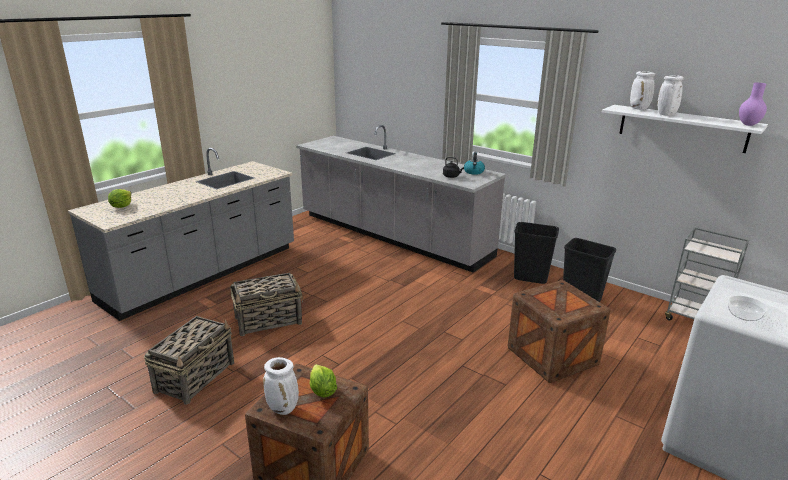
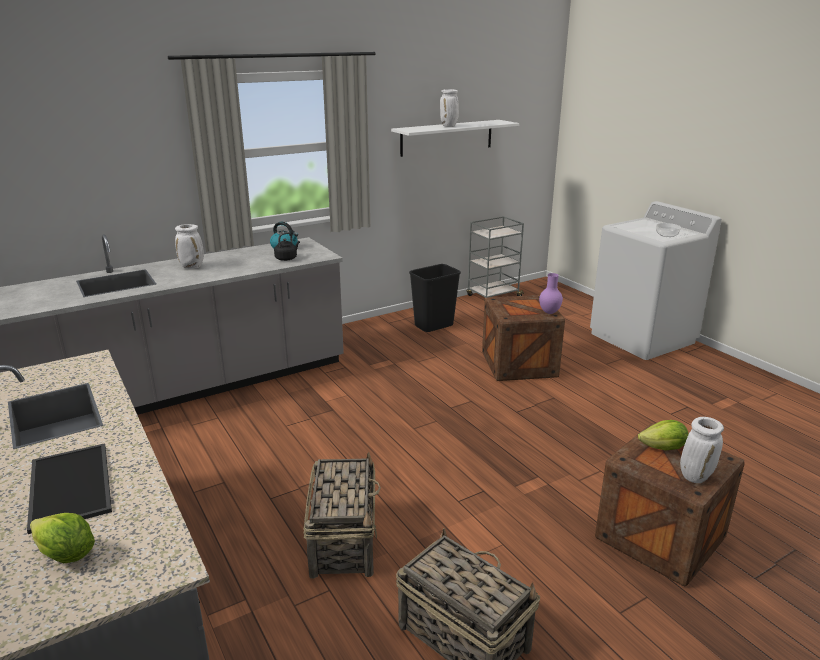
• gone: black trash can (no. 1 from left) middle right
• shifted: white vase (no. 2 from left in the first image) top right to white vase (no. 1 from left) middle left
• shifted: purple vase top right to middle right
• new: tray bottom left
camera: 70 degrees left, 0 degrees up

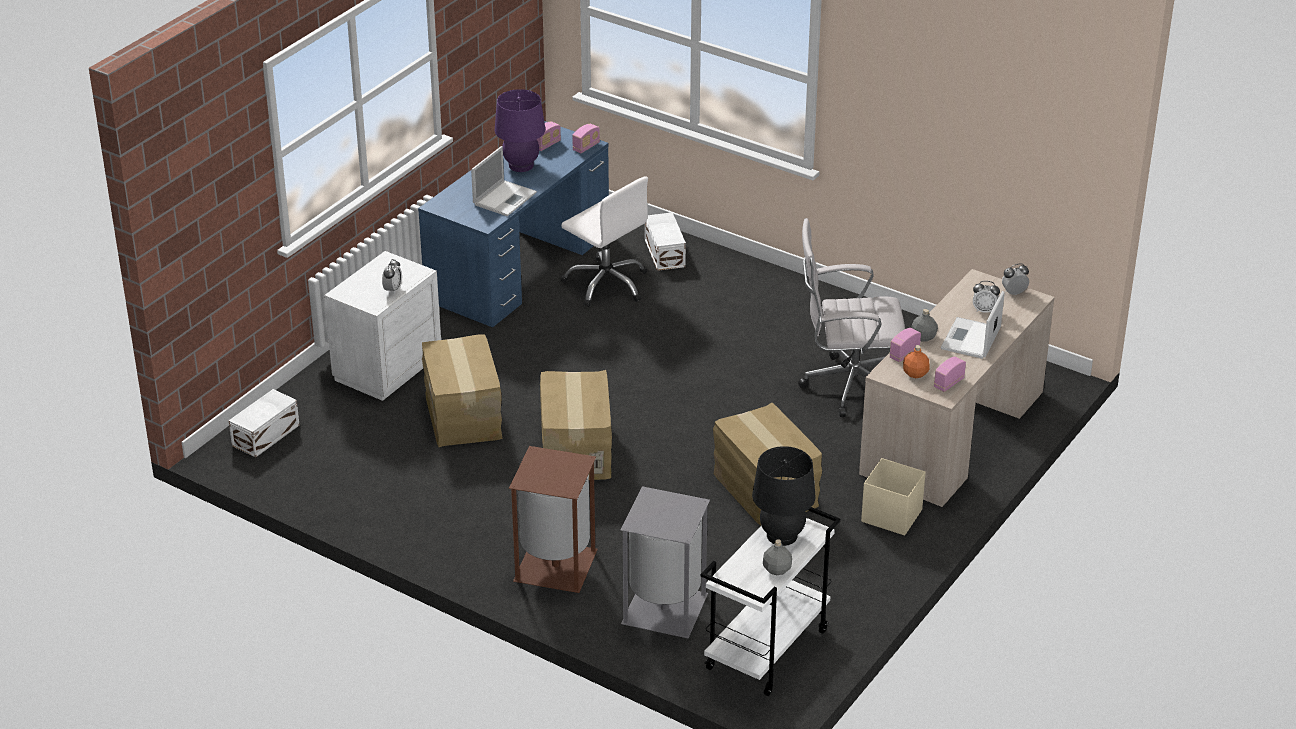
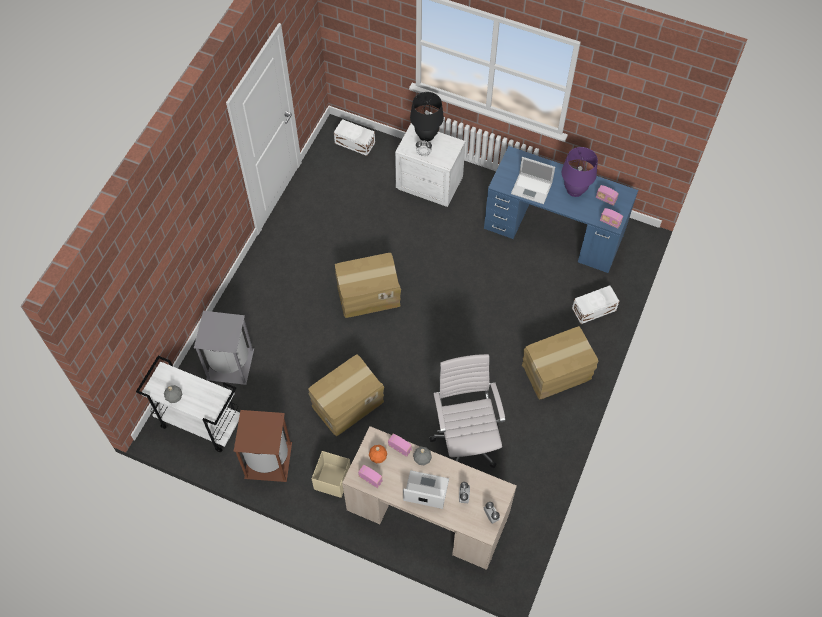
• shifted: cardboard box (no. 1 from left in the first image) centre to cardboard box (no. 3 from left) middle right
• shifted: brown trash can bottom centre to bottom left
• gone: white office chair (no. 1 from left) top centre
• shifted: black table lamp bottom centre to top centre
camera: 80 degrees right, 25 degrees up

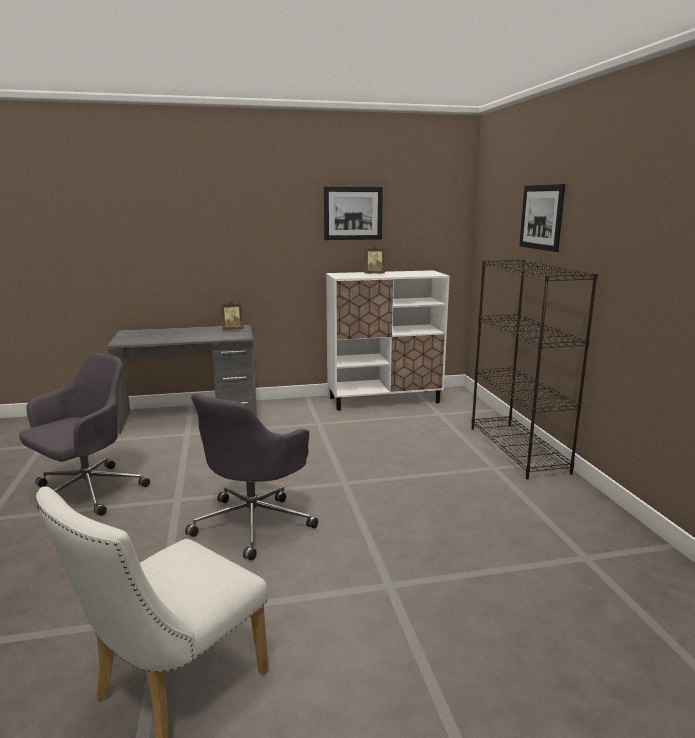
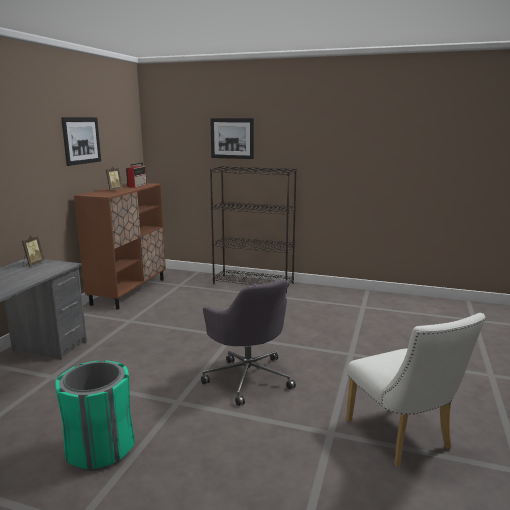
• swapped: grey office chair (no. 1 from left) middle left to green trash can bottom left
• repainted: white cabinet centre to brown cabinet middle left
• new: radio middle left
camera: 60 degrees left, 0 degrees up

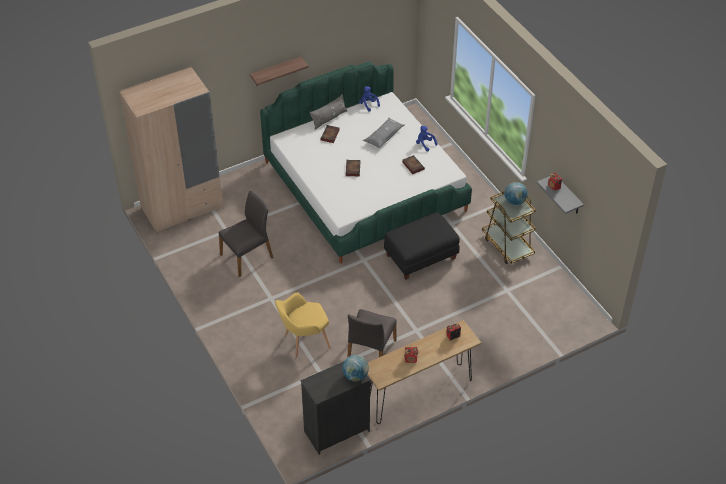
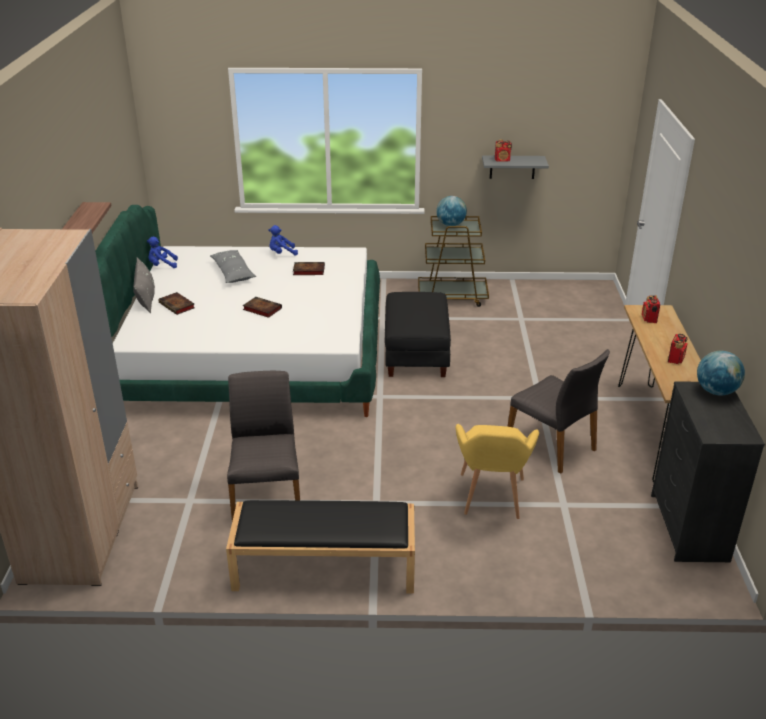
• new: black bench bottom centre
camera: 60 degrees left, 15 degrees down

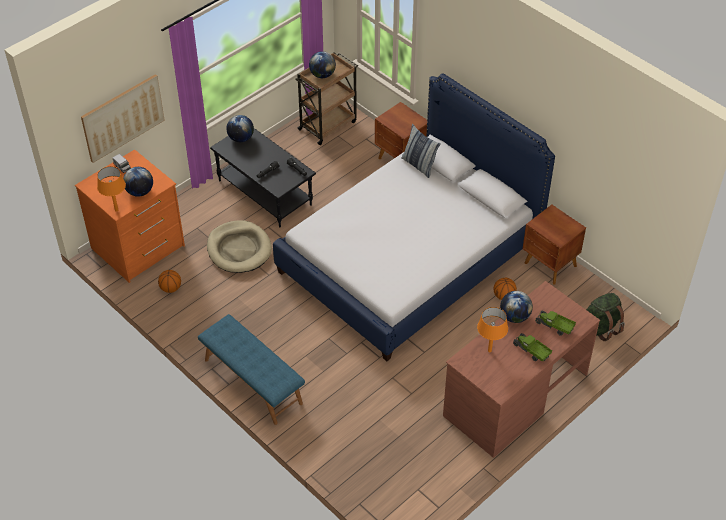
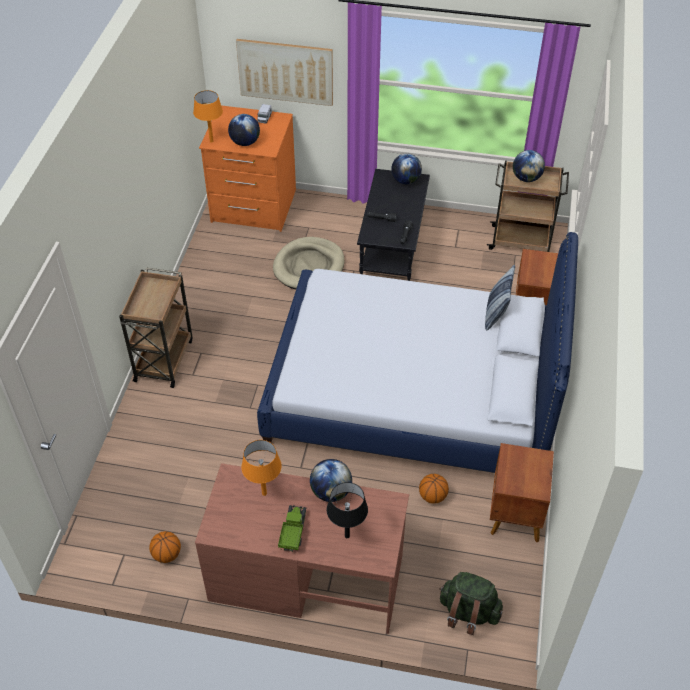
• shifted: basketball (no. 1 from left) middle left to bottom left
• swapped: blue bench bottom centre to brown cart (no. 1 from left) middle left
• swapped: toy truck (no. 3 from left) middle right to black table lamp bottom centre
camera: 55 degrees right, 0 degrees up

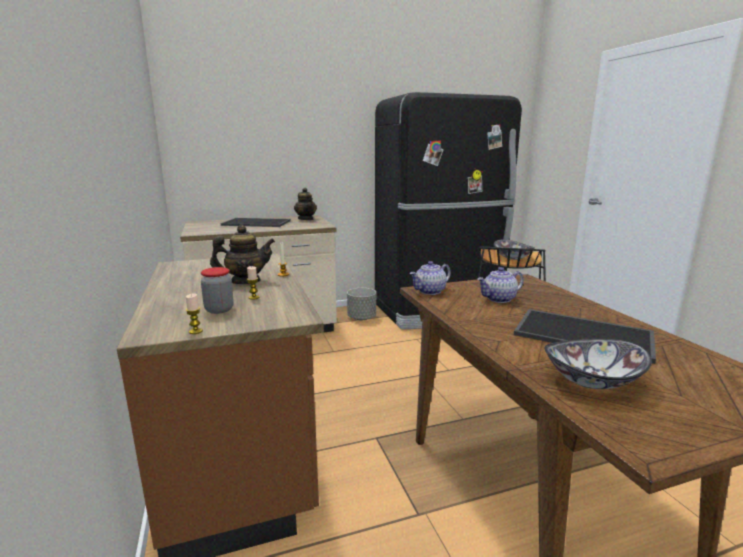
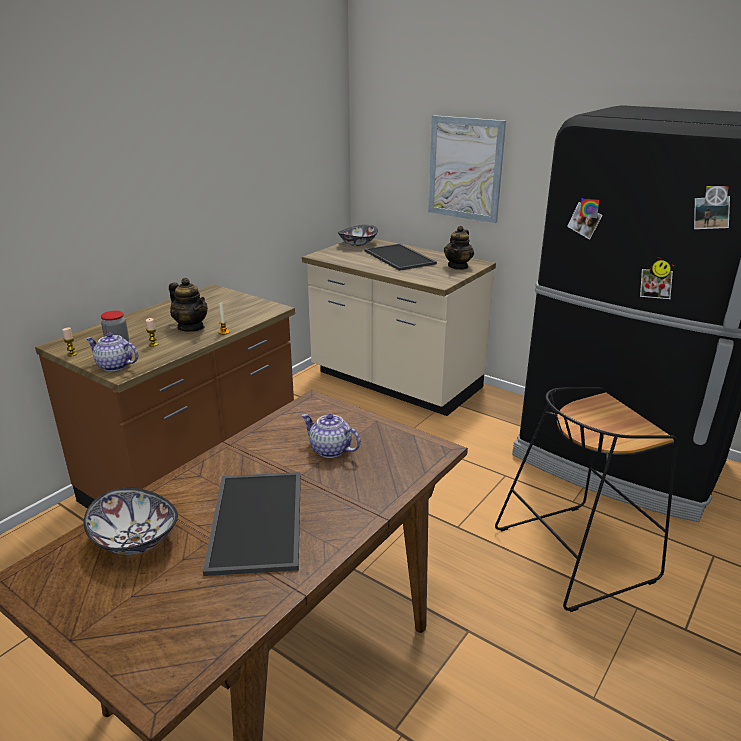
• gone: grey planter centre
• shifted: teapot (no. 3 from left in the first image) centre to teapot (no. 1 from left) middle left
• shifted: bowl (no. 1 from left in the first image) middle right to bowl (no. 2 from left) top centre
• new: picture top centre
camera: 55 degrees right, 10 degrees up

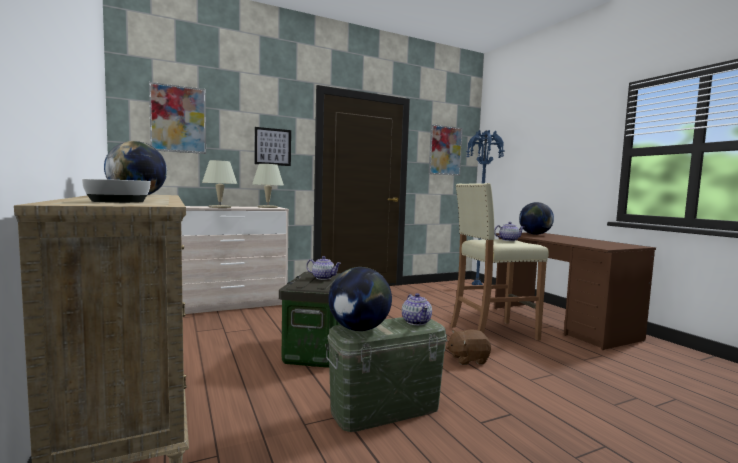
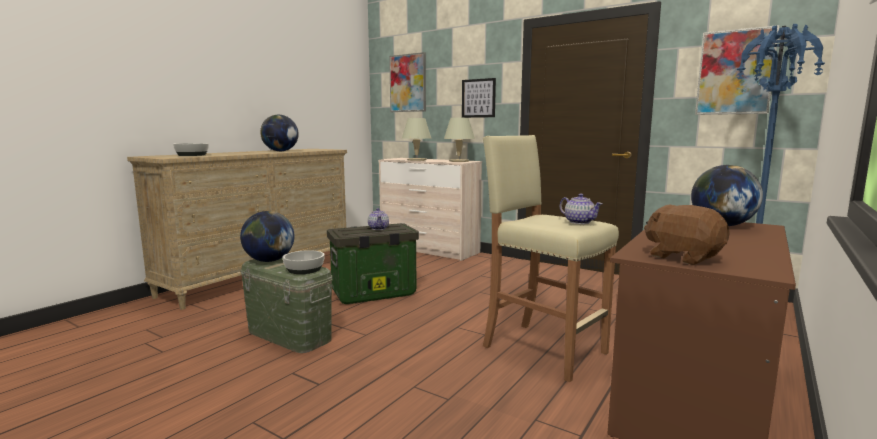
• swapped: teapot (no. 2 from left) bottom centre to bowl (no. 2 from left) centre
• shifted: brown plush toy bottom centre to middle right
camera: 60 degrees right, 5 degrees up

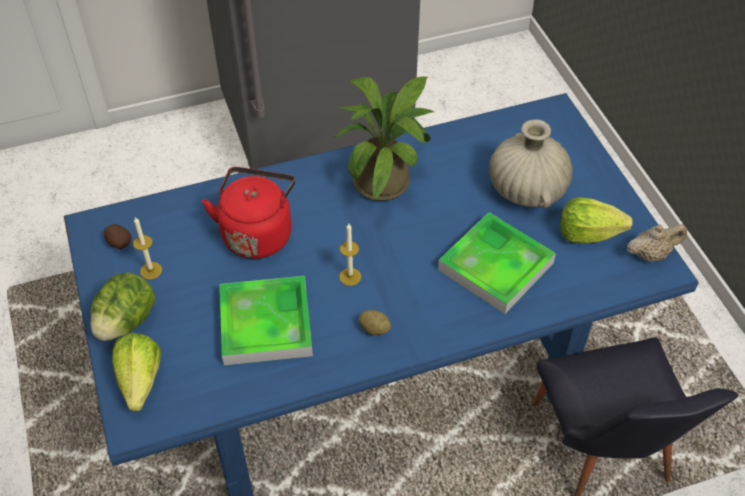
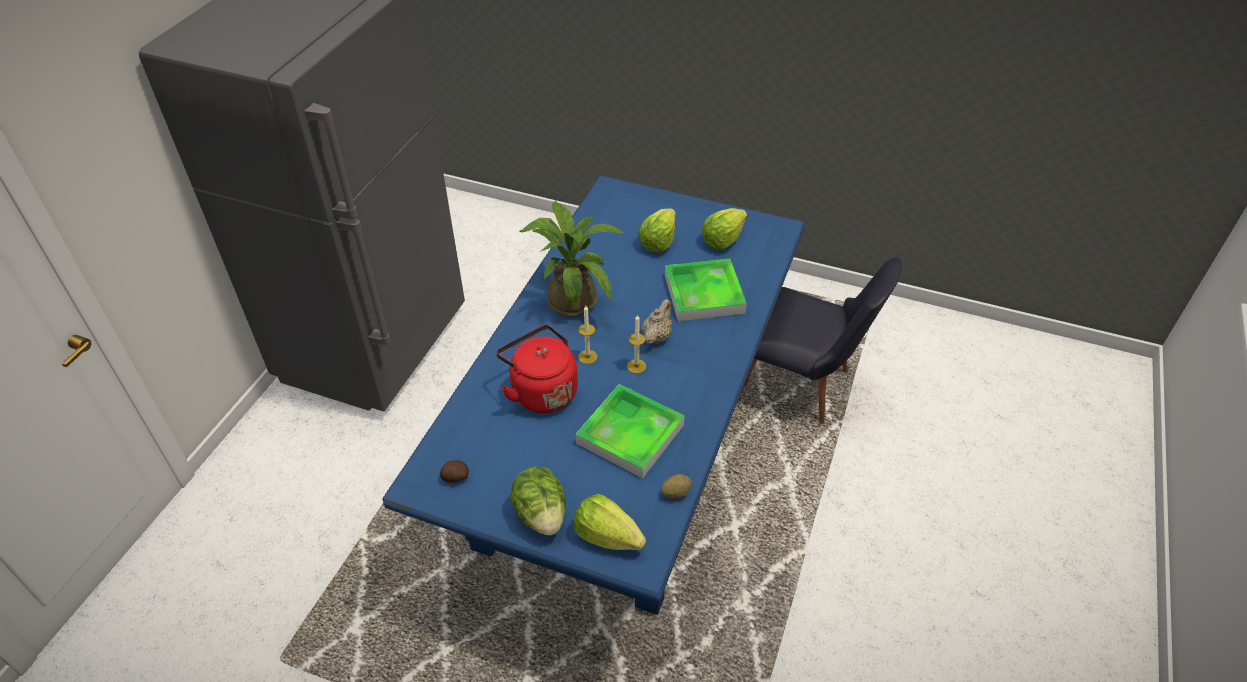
• shifted: candle (no. 1 from left) middle left to centre
• shifted: potato (no. 2 from left) centre to bottom centre
• swapped: beige vase top right to lettuce (no. 3 from left) centre
• shifted: beige teapot middle right to centre
camera: 50 degrees left, 5 degrees down

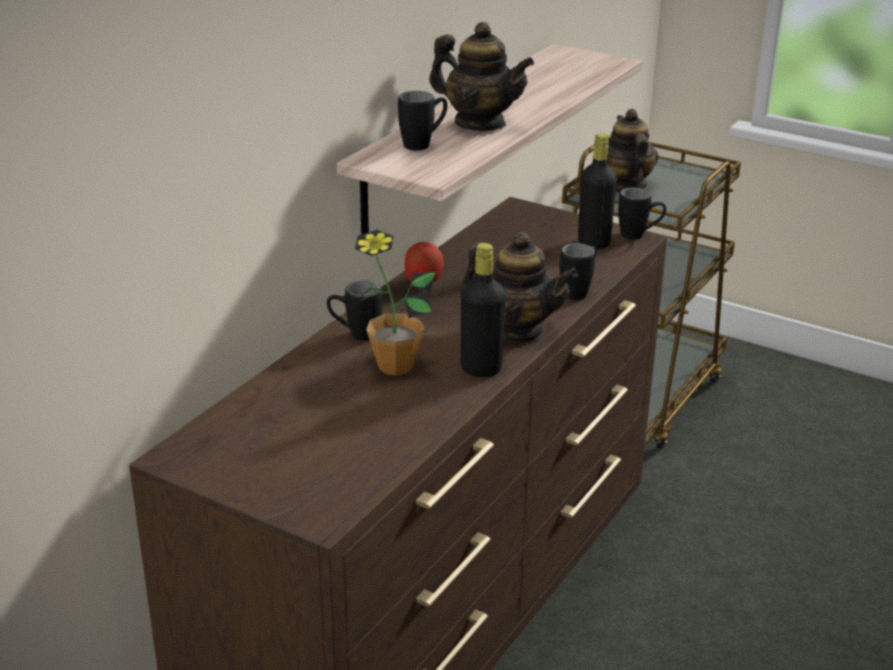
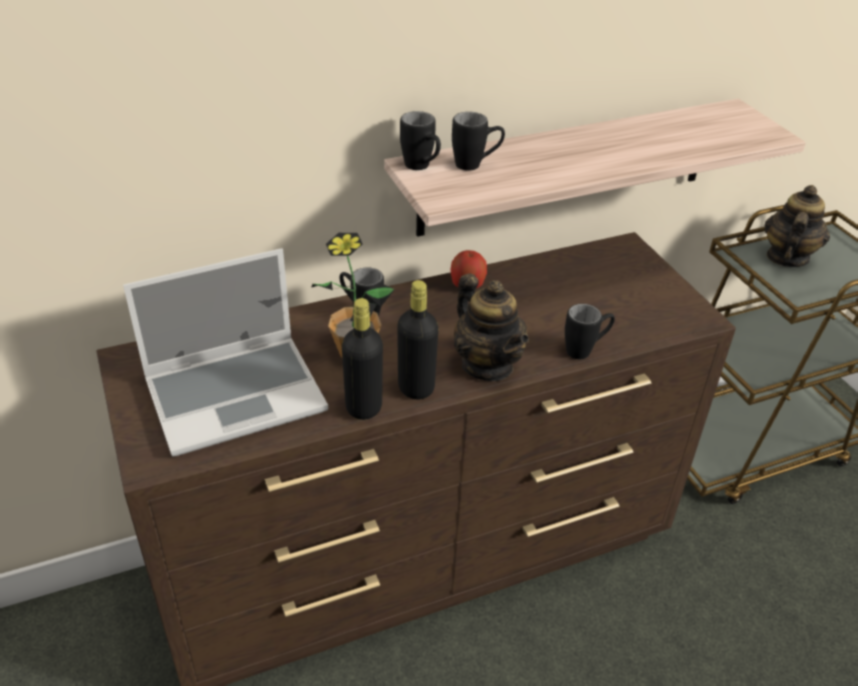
• gone: teapot (no. 1 from left) top centre
• shifted: black bottle (no. 2 from left in the first image) top right to black bottle (no. 1 from left) centre
• shifted: black mug (no. 4 from left in the first image) top right to black mug (no. 2 from left) top centre
• new: laptop middle left
camera: 35 degrees right, 10 degrees up

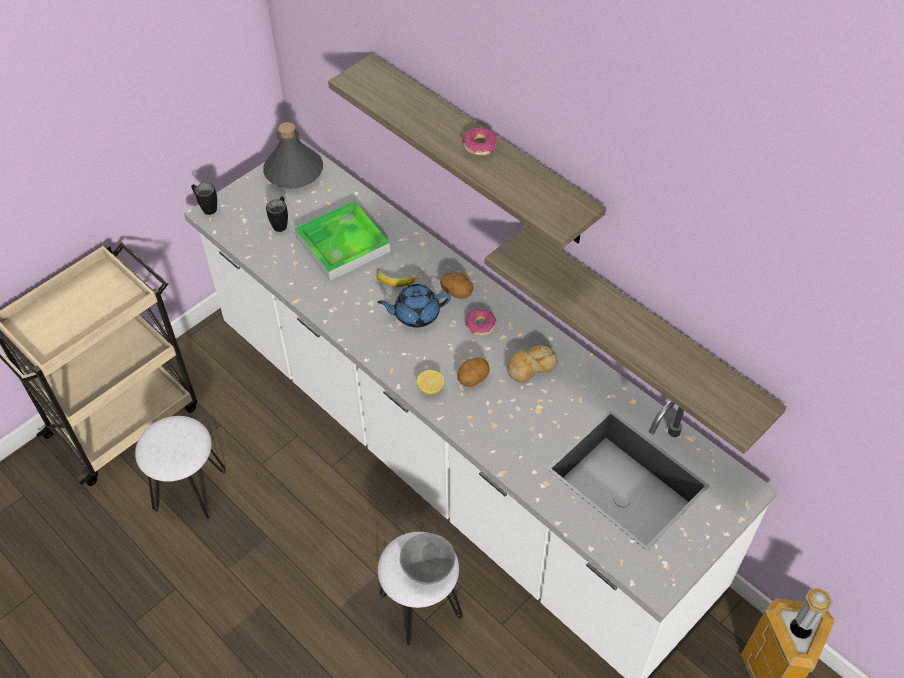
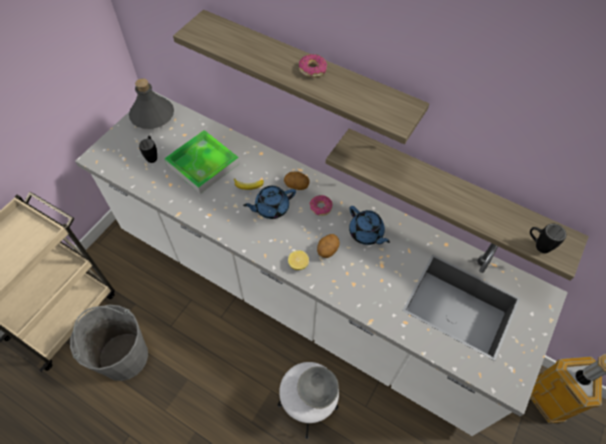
• swapped: white stool (no. 1 from left) bottom left to grey bucket bottom left
• shifted: black mug (no. 1 from left in the first image) top left to black mug (no. 2 from left) middle right
• swapped: bread centre to blue teapot (no. 2 from left) centre
camera: 15 degrees left, 5 degrees up

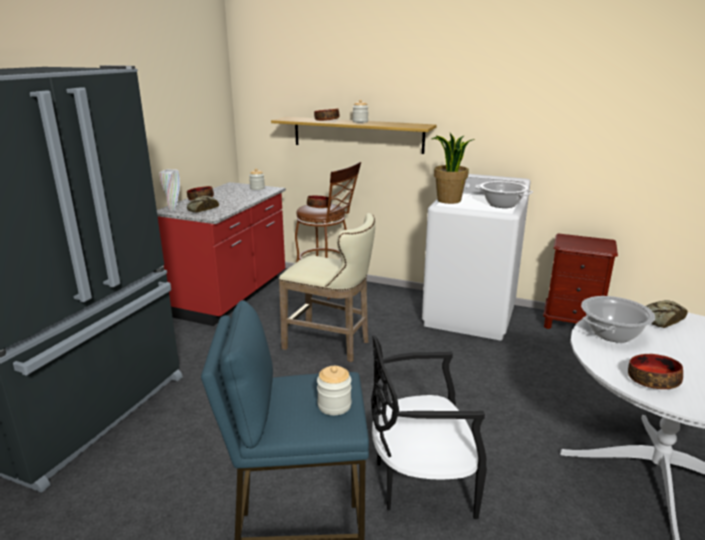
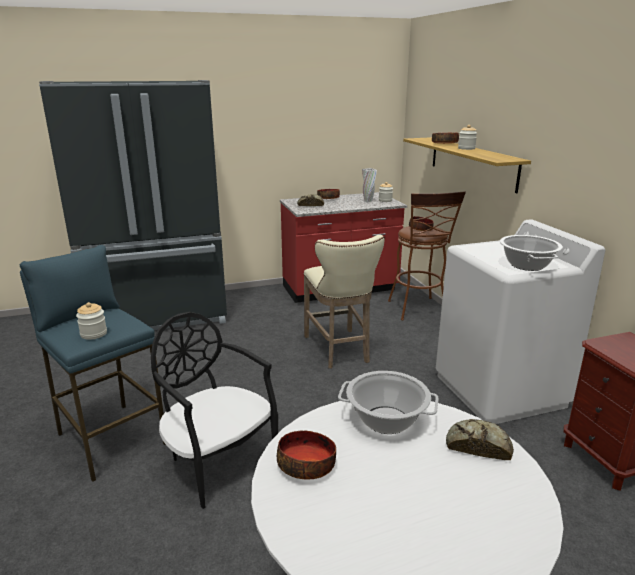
• shifted: white vase middle left to top centre
• gone: potted plant top centre
camera: 50 degrees right, 0 degrees up

